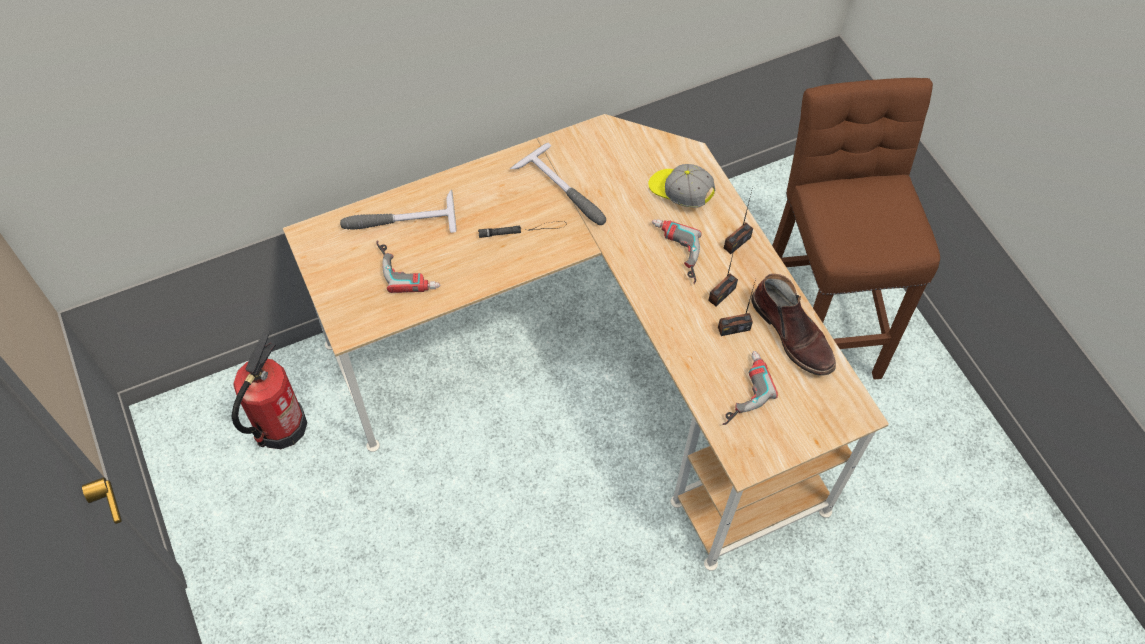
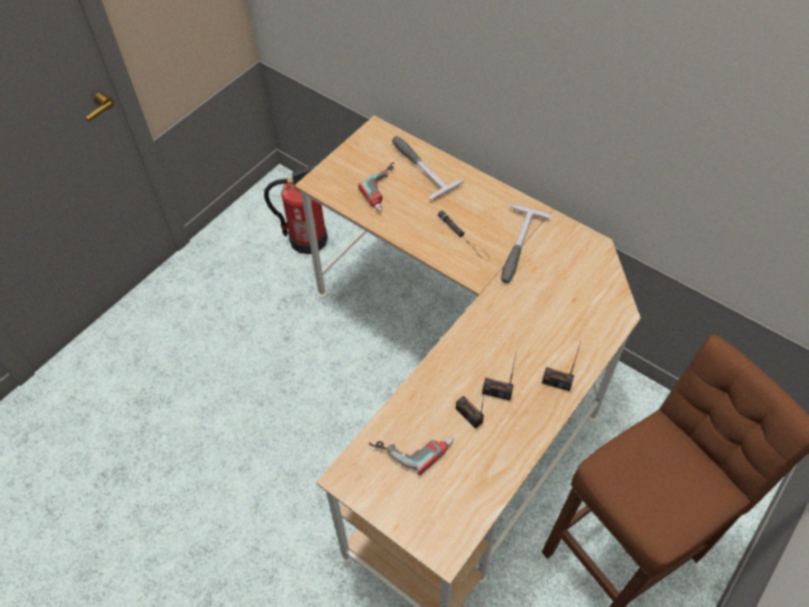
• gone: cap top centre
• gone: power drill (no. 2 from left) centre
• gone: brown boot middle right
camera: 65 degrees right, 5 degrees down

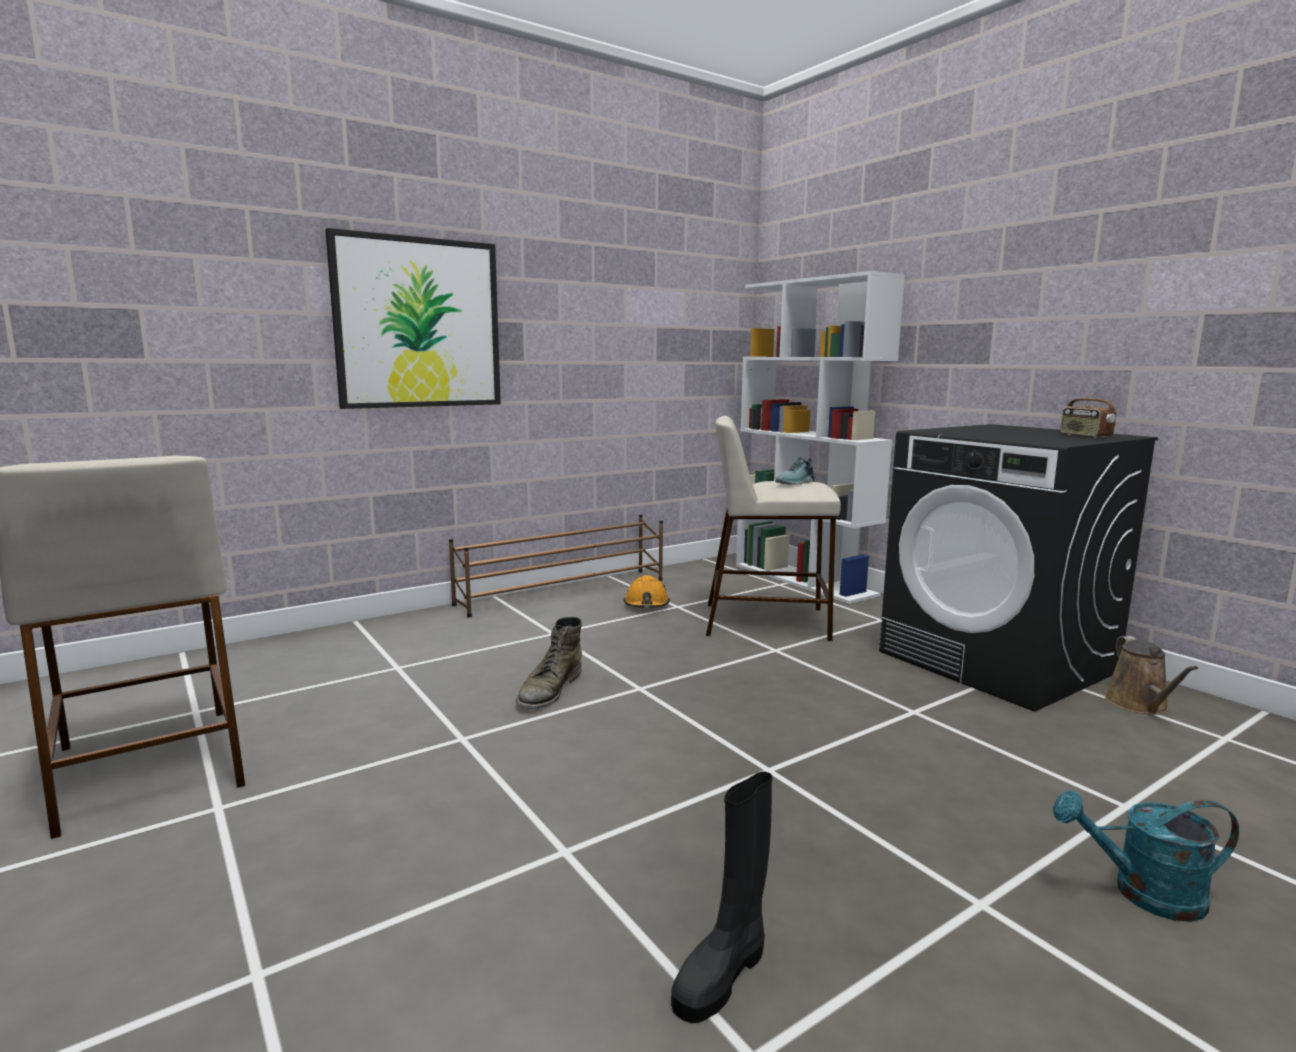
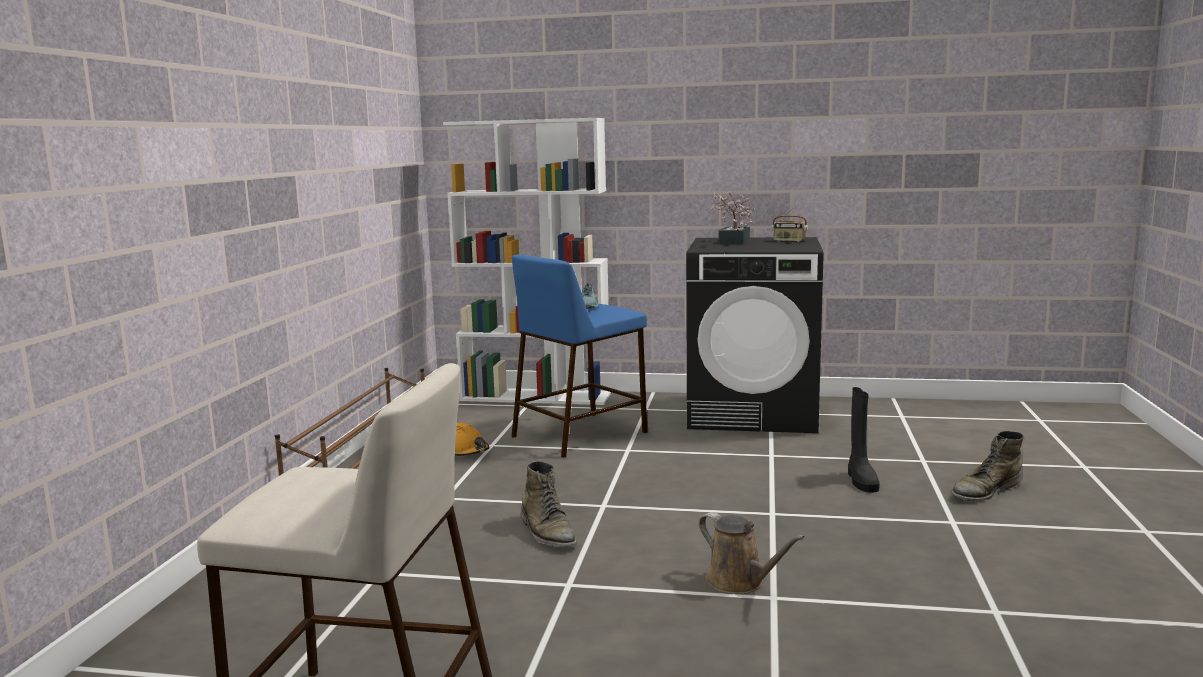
• gone: picture top left
• shifted: black boot bottom centre to middle right
• repainted: beige stool (no. 2 from left) centre to blue stool centre
• swapped: turquoise watering can bottom right to green boot (no. 2 from left) bottom right
• shifted: brown watering can middle right to bottom centre
• new: potted plant top centre
camera: 45 degrees left, 0 degrees up

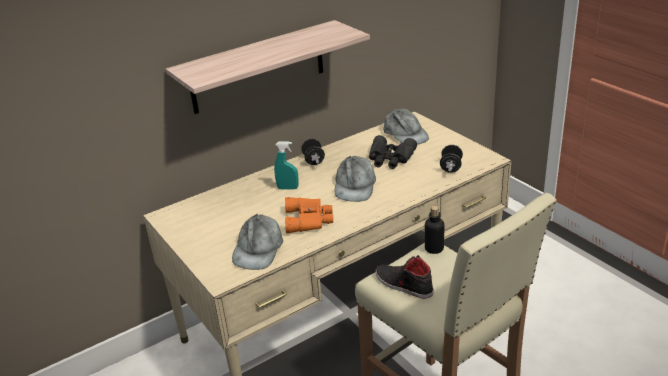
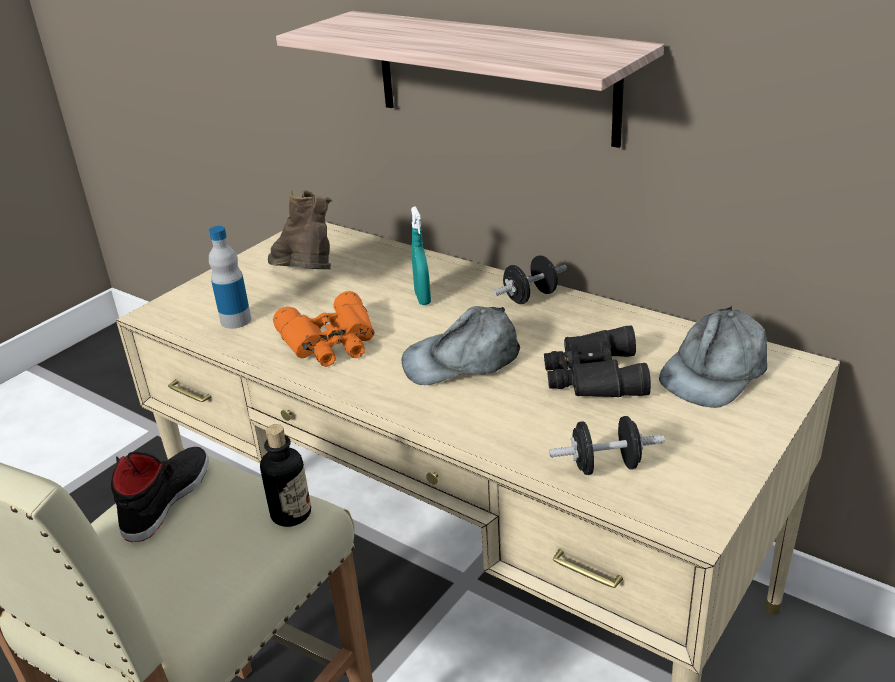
• swapped: grey cap (no. 1 from left) centre to bottle (no. 1 from left) middle left
• new: brown boot centre
camera: 70 degrees right, 0 degrees up

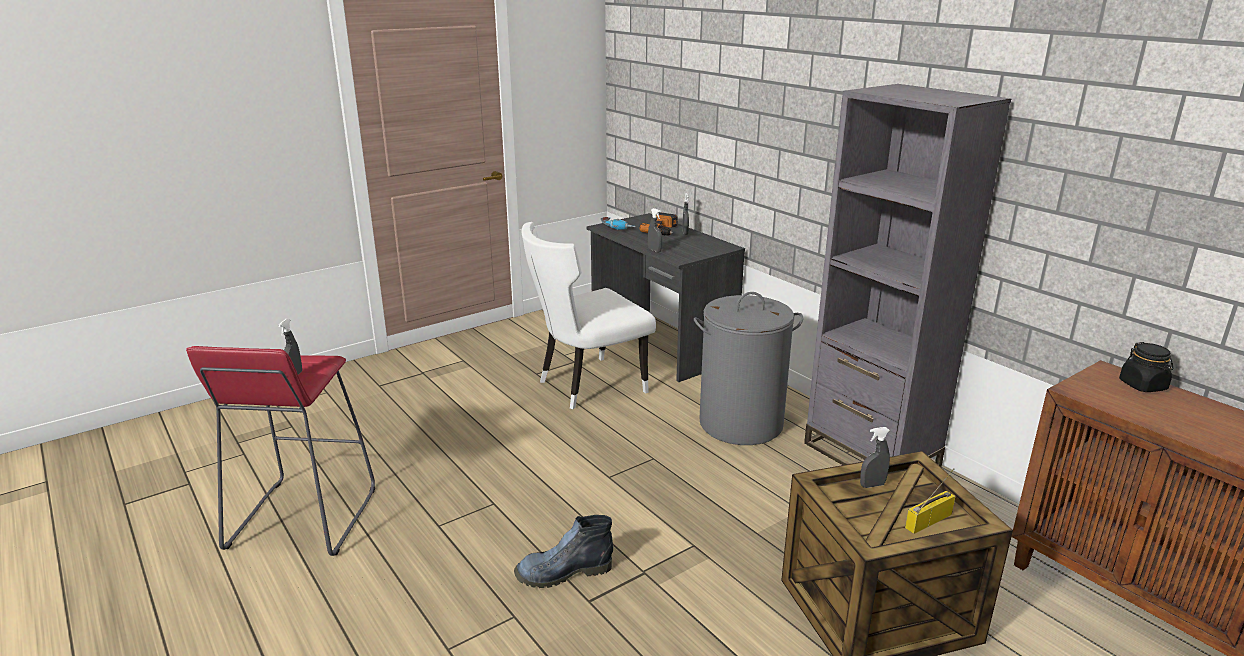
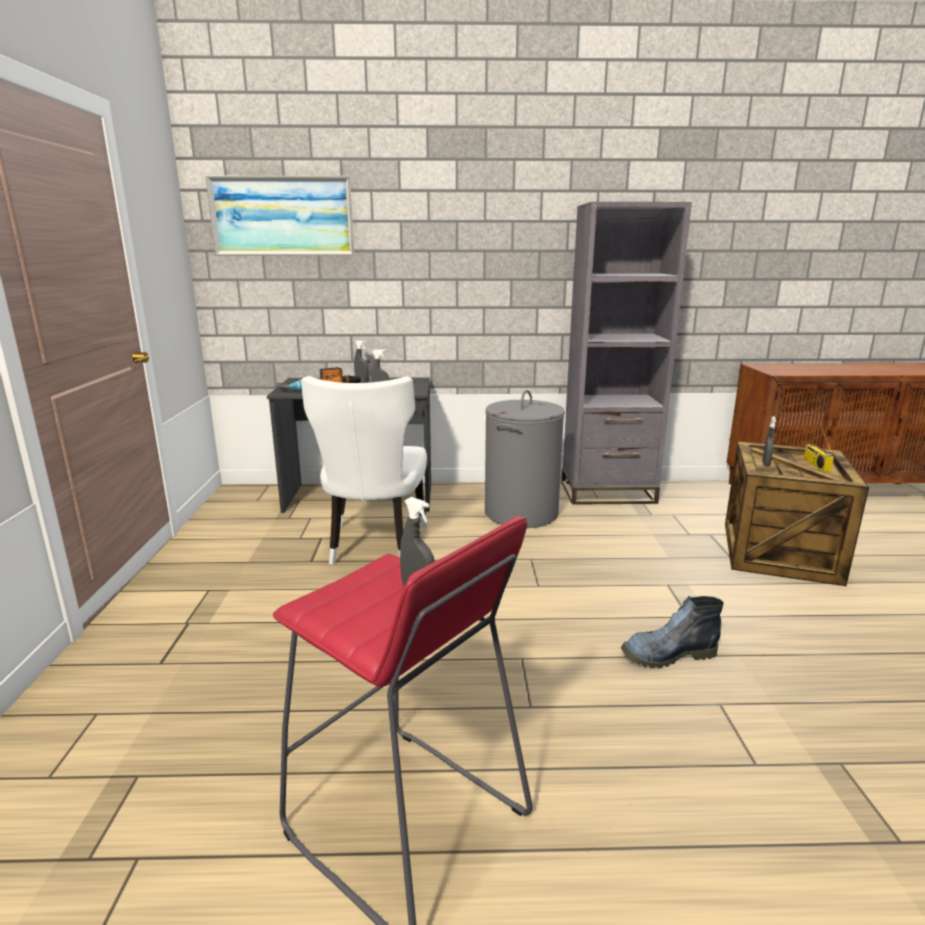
• rotated: boot bottom centre = bottom right 60 degrees clockwise
• gone: black jar middle right
• new: picture top left
camera: 55 degrees left, 5 degrees down

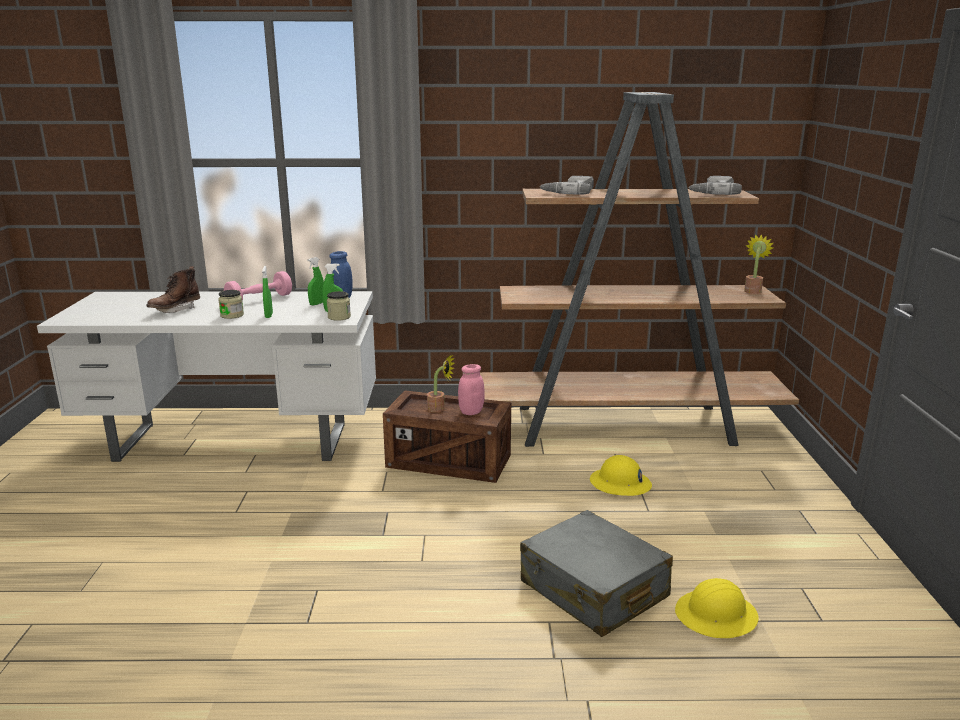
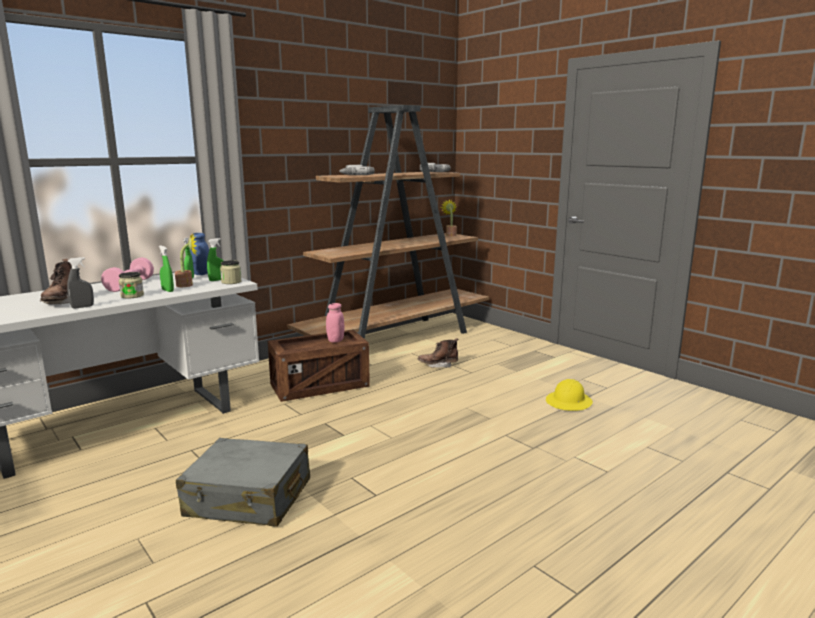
• shifted: potted plant (no. 1 from left) centre to middle left
• shifted: grey suitcase bottom centre to bottom left
• swapped: yellow hard hat (no. 1 from left) centre to brown boot (no. 2 from left) centre
• new: grey spray bottle middle left
camera: 40 degrees left, 5 degrees down

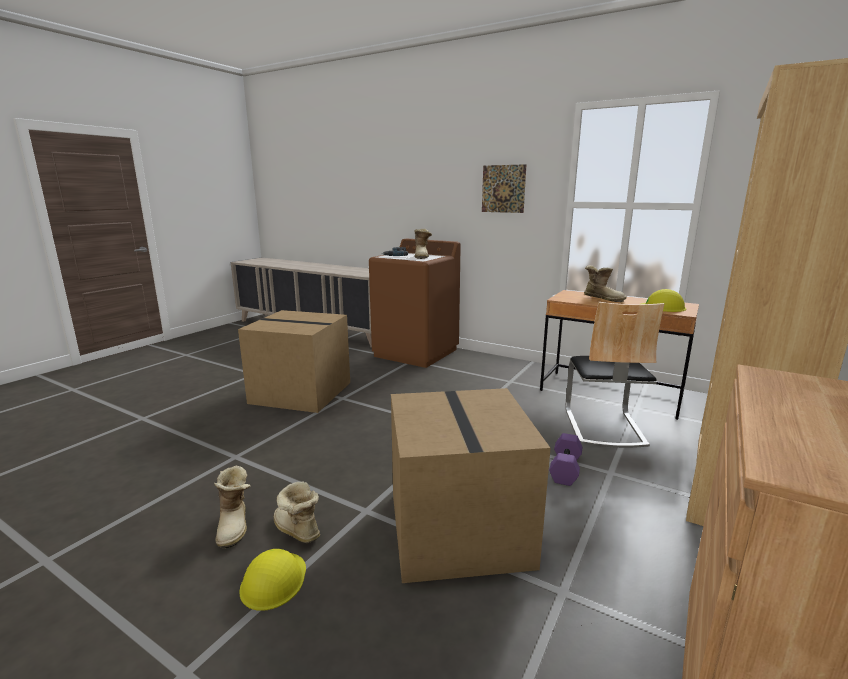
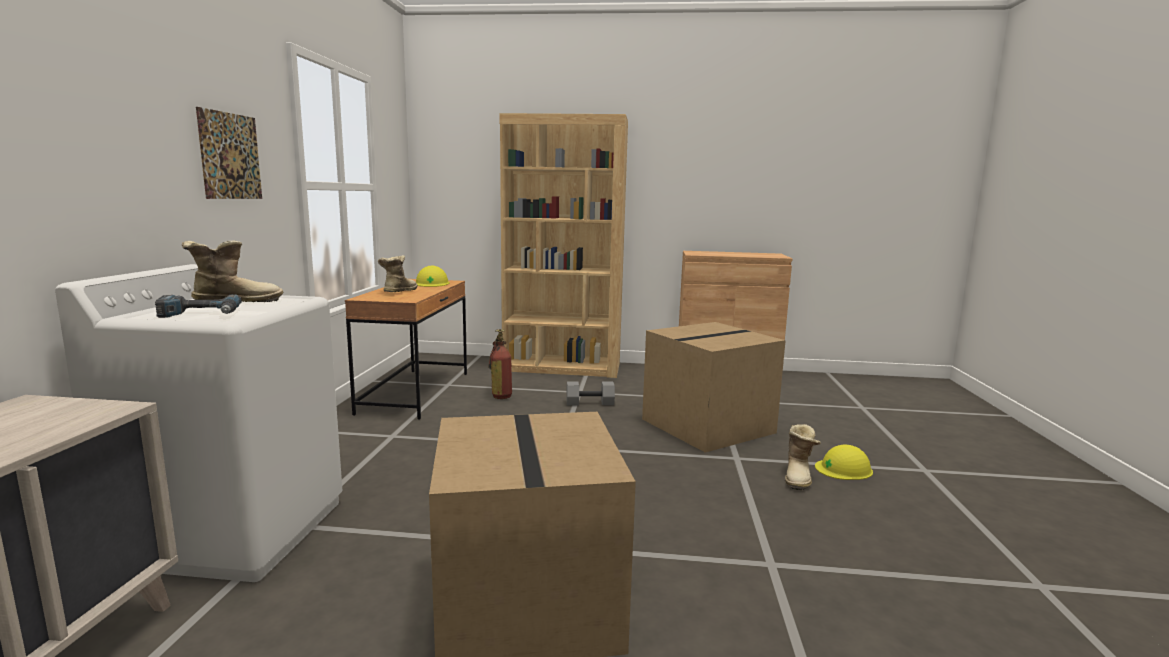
• gone: boot (no. 1 from left) bottom left
• repainted: brown washing machine centre to white washing machine middle left
• repainted: purple dumbbell bottom right to grey dumbbell centre
• swapped: chair middle right to fire extinguisher centre
camera: 115 degrees left, 5 degrees down

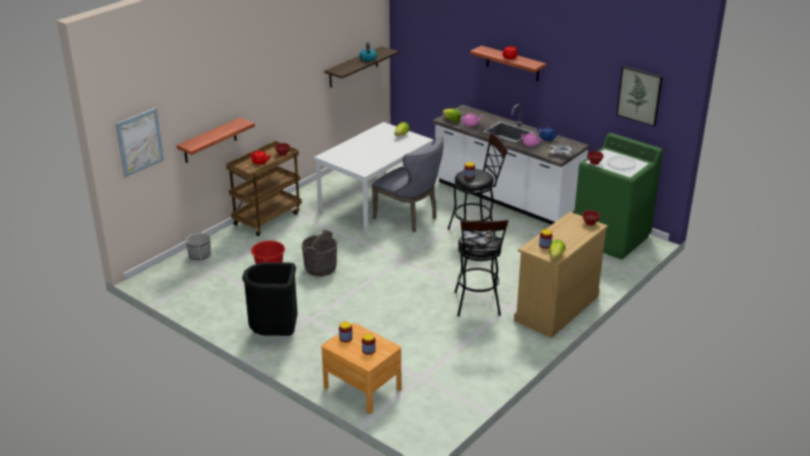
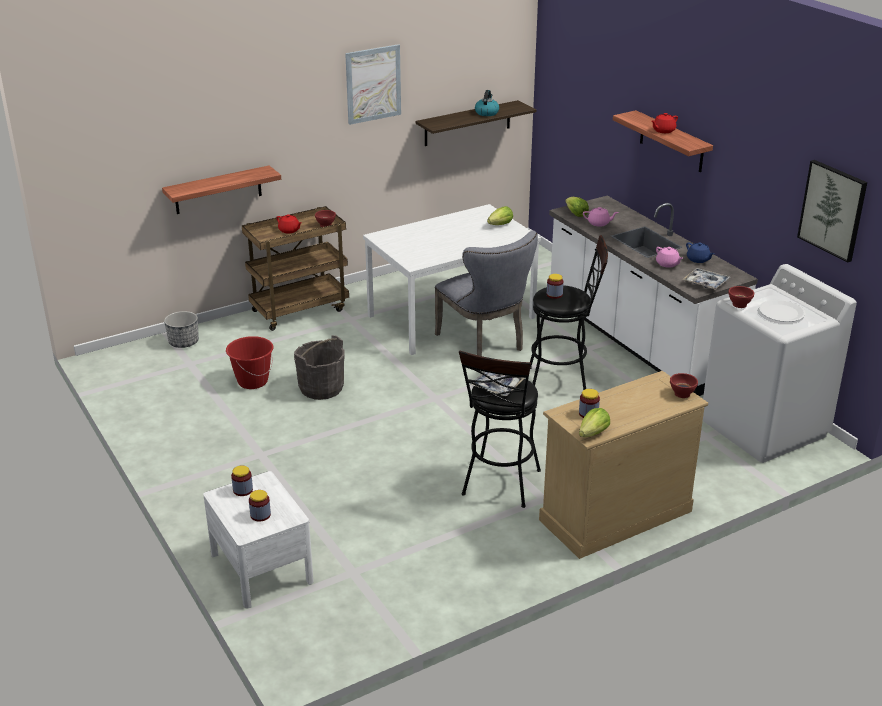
• shifted: picture (no. 1 from left) top left to top centre
• gone: black trash can centre
• repainted: brown nightstand bottom centre to white nightstand bottom left
• repainted: green washing machine middle right to white washing machine middle right
camera: 20 degrees right, 0 degrees up

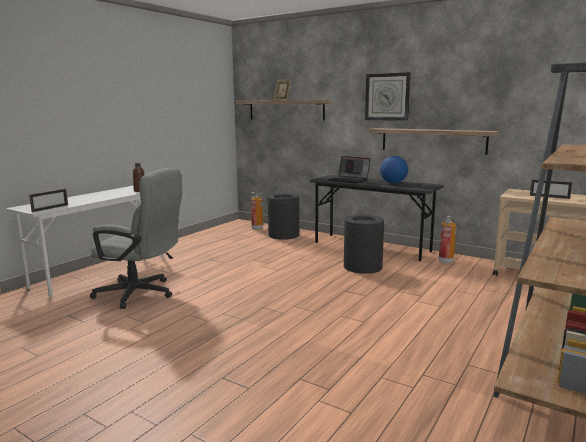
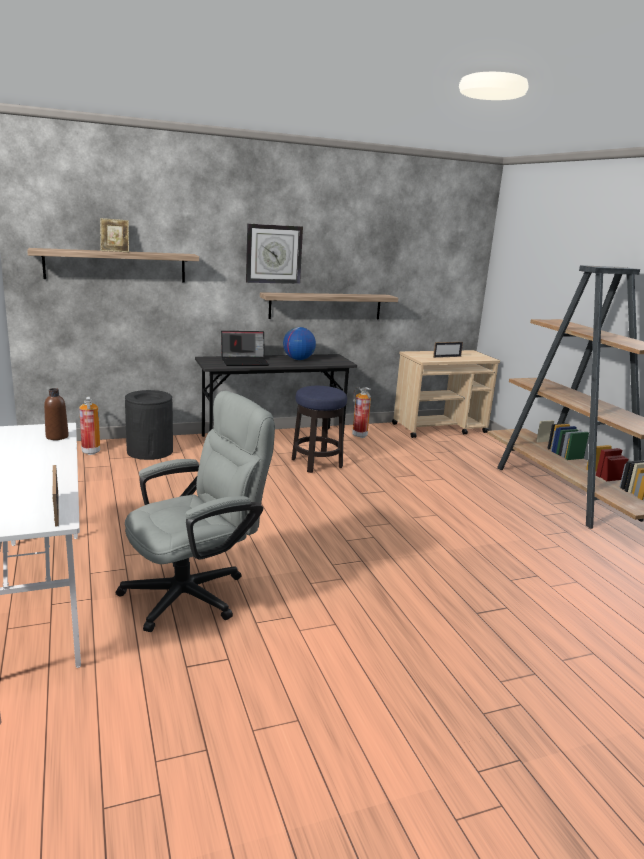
• swapped: black trash can (no. 2 from left) centre to stool centre
camera: 55 degrees left, 5 degrees up

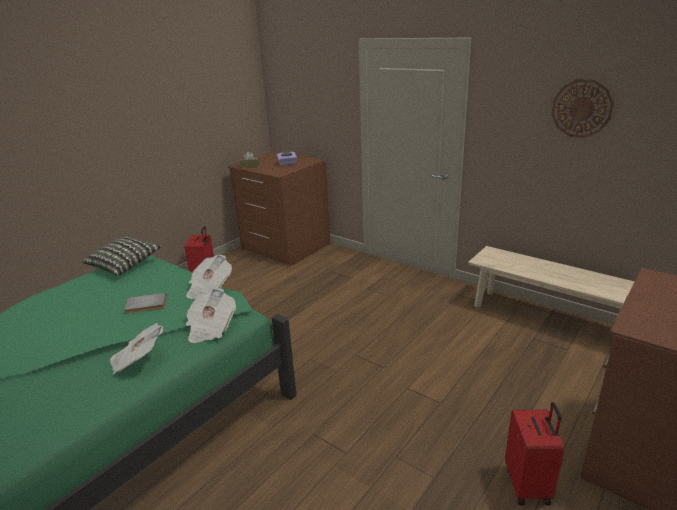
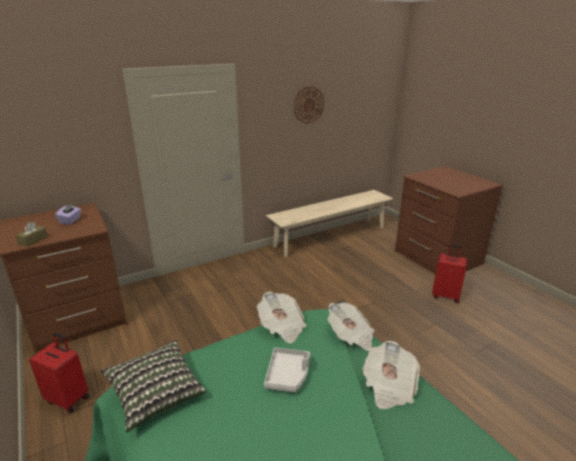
• swapped: grey book middle left to grey tray bottom centre
camera: 70 degrees left, 0 degrees up

